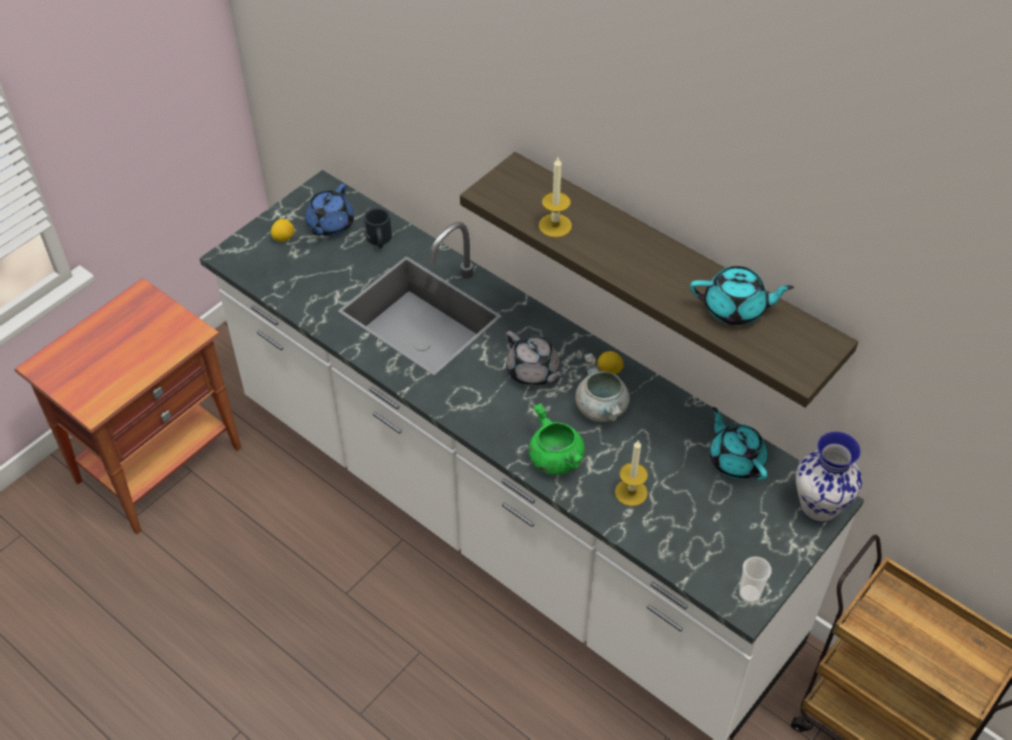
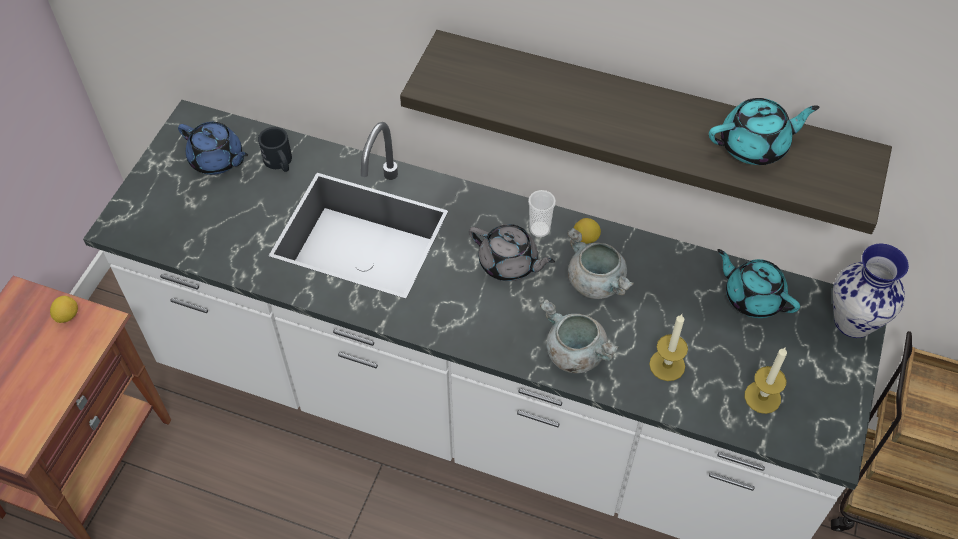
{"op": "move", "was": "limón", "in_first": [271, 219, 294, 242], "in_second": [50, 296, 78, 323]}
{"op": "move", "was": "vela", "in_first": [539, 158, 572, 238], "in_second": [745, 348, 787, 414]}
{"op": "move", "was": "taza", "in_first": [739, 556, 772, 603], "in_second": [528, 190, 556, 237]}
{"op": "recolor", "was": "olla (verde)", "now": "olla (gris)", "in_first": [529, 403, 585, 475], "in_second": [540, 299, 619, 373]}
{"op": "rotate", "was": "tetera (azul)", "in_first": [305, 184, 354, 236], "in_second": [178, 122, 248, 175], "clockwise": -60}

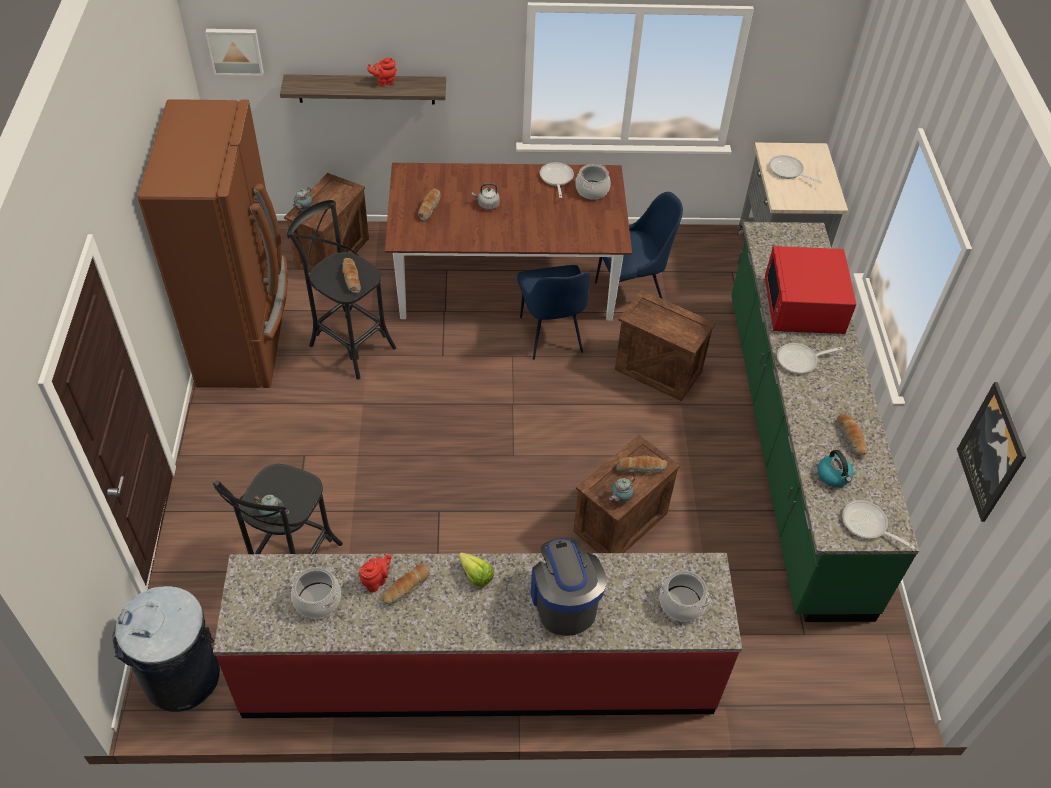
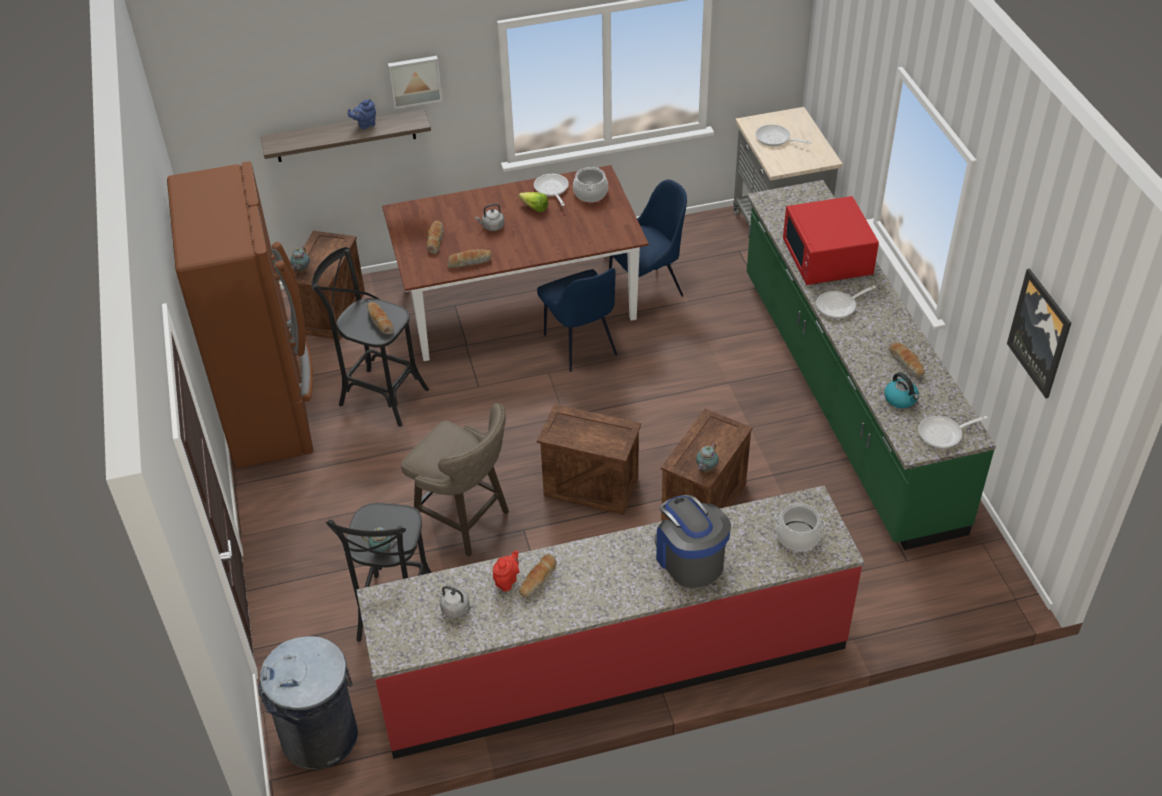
{"op": "insert", "now": "taburete (beis)", "in_second": [401, 403, 509, 557]}
{"op": "move", "was": "cuadro", "in_first": [205, 29, 264, 75], "in_second": [388, 56, 442, 109]}
{"op": "move", "was": "lechuga", "in_first": [458, 552, 494, 587], "in_second": [519, 192, 548, 212]}
{"op": "move", "was": "caja de embalaje", "in_first": [615, 290, 716, 401], "in_second": [537, 404, 641, 515]}
{"op": "move", "was": "pan", "in_first": [616, 456, 667, 473], "in_second": [447, 249, 492, 268]}
{"op": "replace", "was": "olla", "now": "hervidor (gris)", "in_first": [291, 567, 341, 619], "in_second": [440, 586, 474, 618]}
{"op": "recolor", "was": "tetera (rojo)", "now": "tetera (azul)", "in_first": [367, 58, 397, 87], "in_second": [348, 99, 376, 129]}
{"op": "rotate", "was": "sartén", "in_first": [842, 500, 915, 549], "in_second": [918, 416, 988, 448], "clockwise": -45}

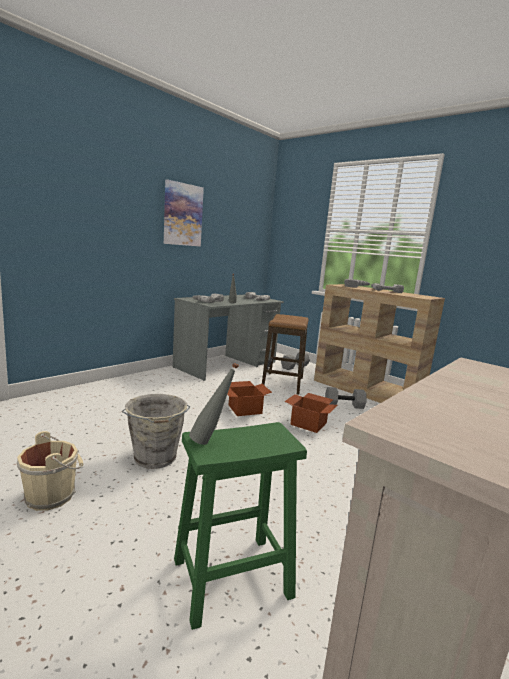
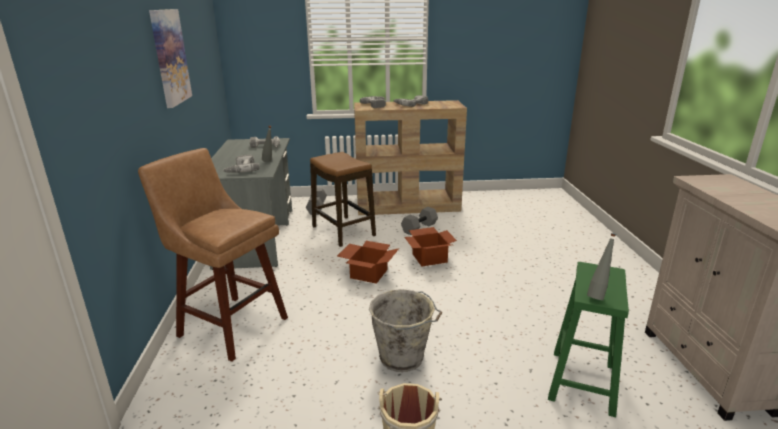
{"op": "insert", "now": "taburete (marrón)", "in_second": [138, 148, 288, 362]}

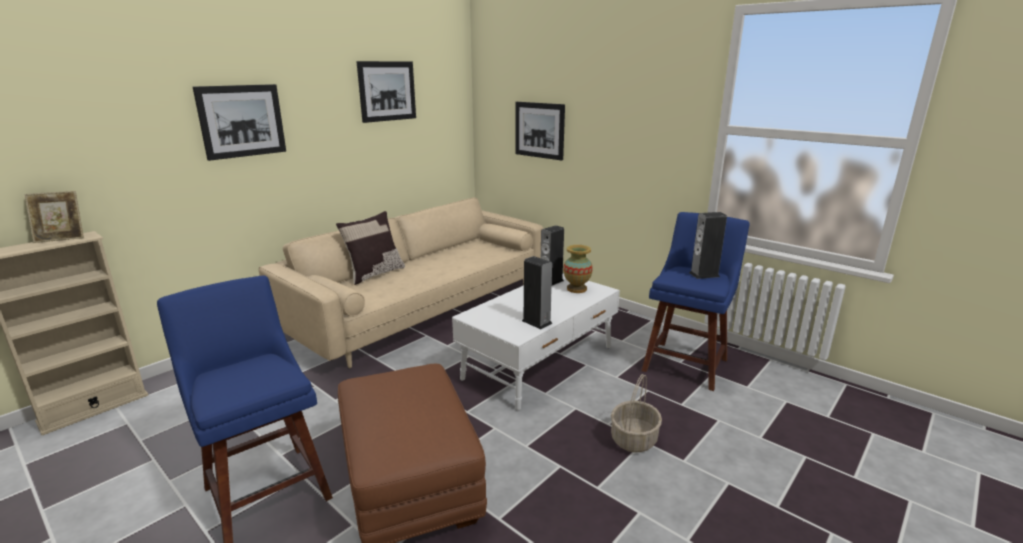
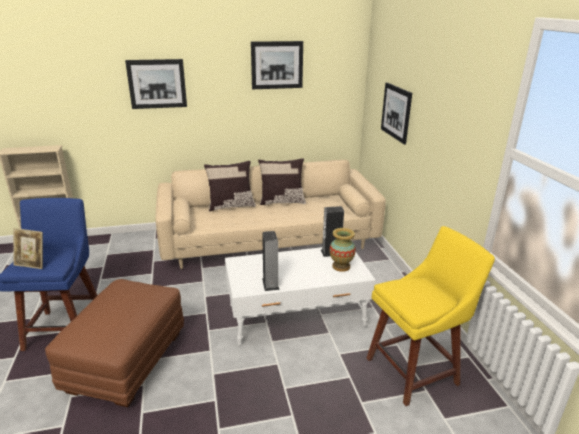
{"op": "delete", "was": "cesta", "in_first": [611, 374, 662, 452]}
{"op": "delete", "was": "altavoz", "in_first": [689, 212, 727, 279]}
{"op": "insert", "now": "cojín", "in_second": [258, 158, 306, 205]}
{"op": "move", "was": "portarretratos", "in_first": [24, 191, 84, 243], "in_second": [13, 228, 43, 269]}
{"op": "recolor", "was": "taburete (azul)", "now": "taburete (amarillo)", "in_first": [642, 212, 749, 391], "in_second": [367, 226, 495, 406]}

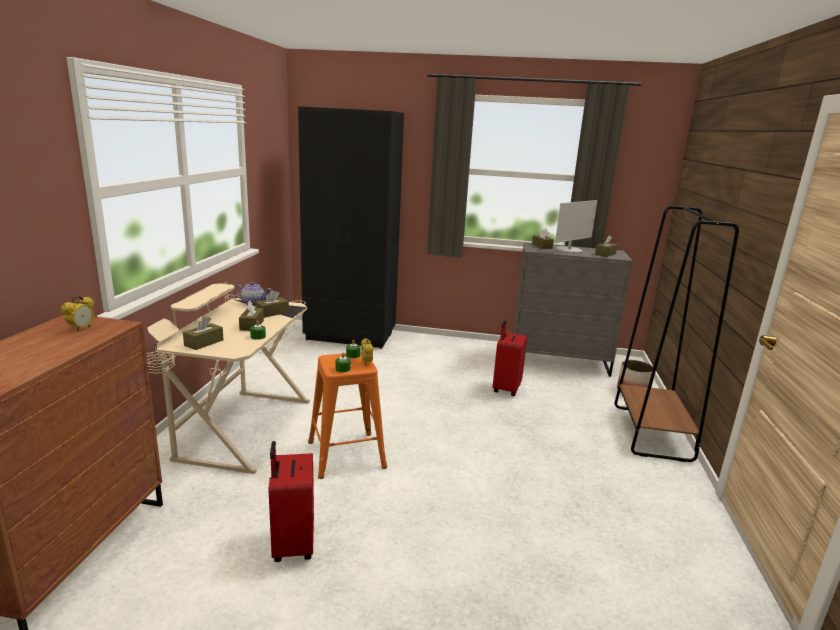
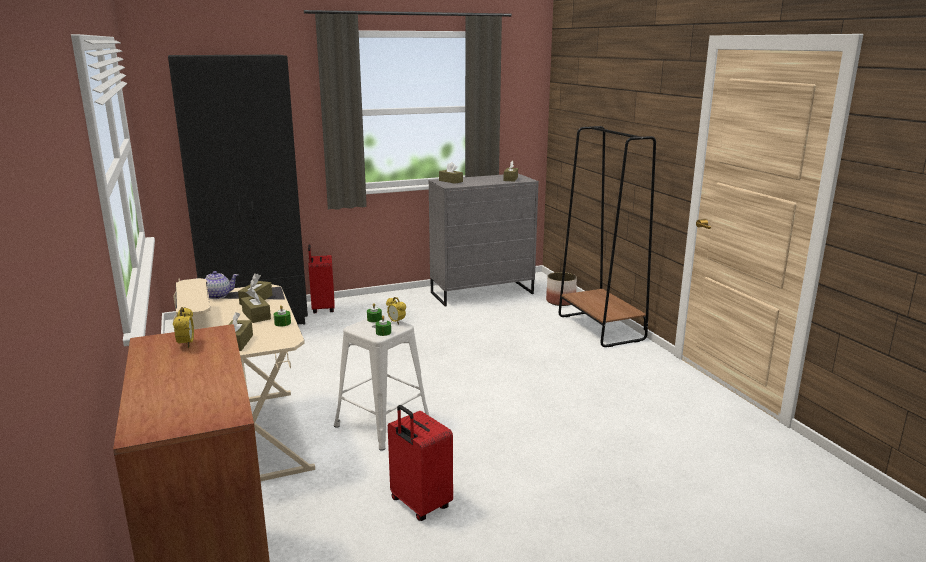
{"op": "delete", "was": "monitor", "in_first": [555, 200, 597, 253]}
{"op": "move", "was": "maleta (rojo)", "in_first": [493, 320, 527, 396], "in_second": [308, 244, 335, 313]}
{"op": "recolor", "was": "taburete (naranja)", "now": "taburete (blanco)", "in_first": [308, 352, 387, 479], "in_second": [334, 315, 430, 450]}

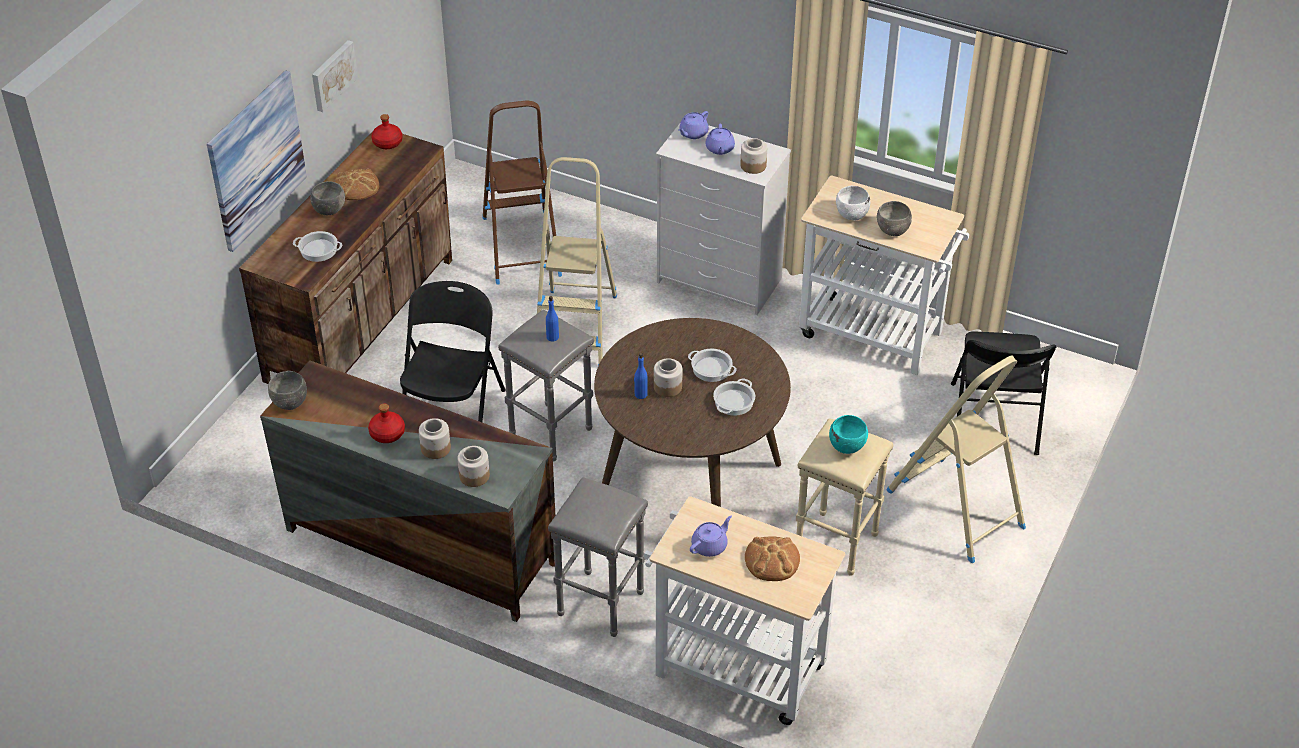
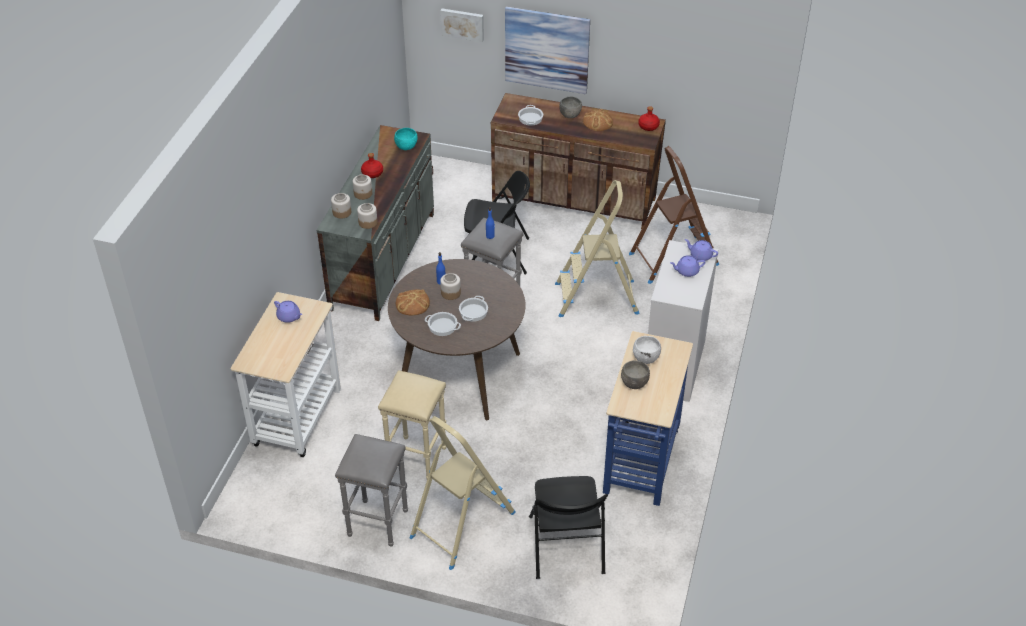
{"op": "delete", "was": "cuenco (gris)", "in_first": [268, 371, 307, 410]}
{"op": "move", "was": "cuadro", "in_first": [312, 40, 358, 112], "in_second": [440, 9, 484, 42]}
{"op": "move", "was": "taburete (gris)", "in_first": [548, 477, 648, 637], "in_second": [335, 434, 408, 547]}
{"op": "move", "was": "tarro", "in_first": [740, 138, 767, 174], "in_second": [357, 203, 378, 229]}
{"op": "move", "was": "pan", "in_first": [745, 536, 800, 581], "in_second": [396, 289, 430, 315]}
{"op": "move", "was": "cuenco (turquesa)", "in_first": [829, 415, 868, 454], "in_second": [394, 128, 418, 150]}
{"op": "recolor", "was": "carrito (blanco)", "now": "carrito (azul)", "in_first": [799, 176, 969, 375], "in_second": [603, 331, 693, 506]}
{"op": "rotate", "was": "silla (negro)", "in_first": [951, 332, 1057, 455], "in_second": [529, 476, 608, 579], "clockwise": -90}

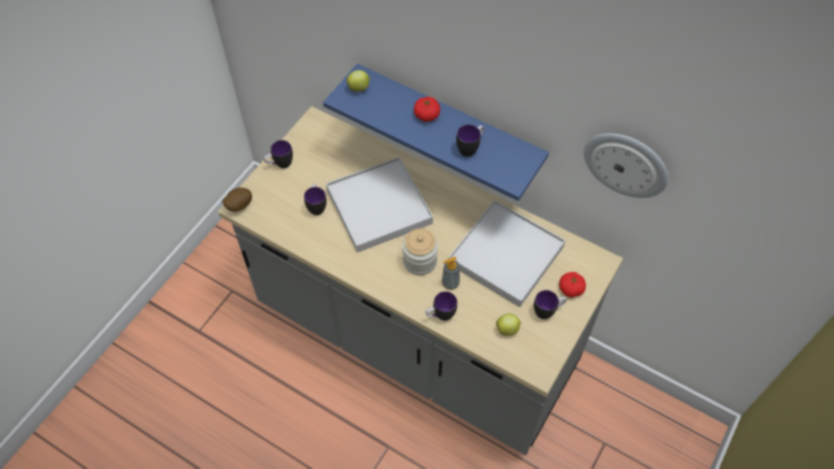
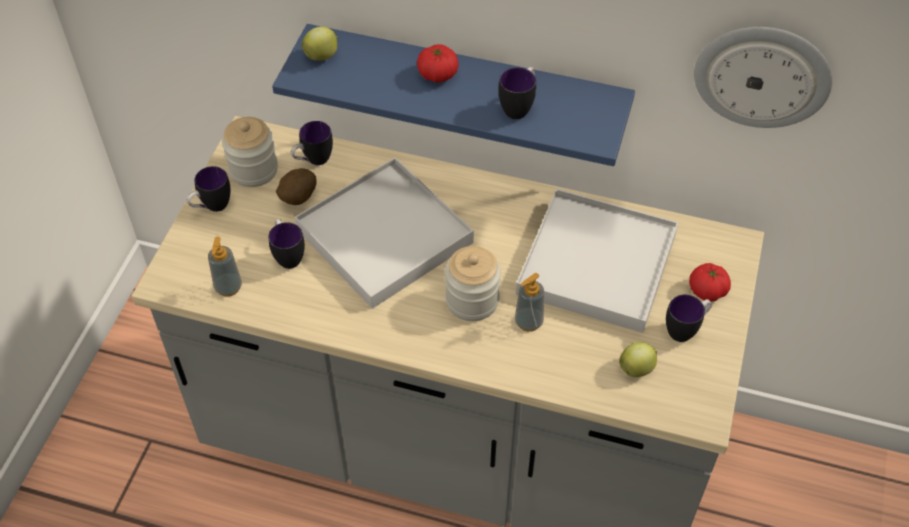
{"op": "insert", "now": "dispensador de jabón", "in_second": [208, 236, 242, 297]}
{"op": "insert", "now": "tarro", "in_second": [222, 117, 278, 187]}
{"op": "move", "was": "patata", "in_first": [222, 187, 252, 212], "in_second": [276, 168, 317, 205]}
{"op": "move", "was": "taza grande", "in_first": [425, 291, 457, 321], "in_second": [291, 121, 333, 165]}

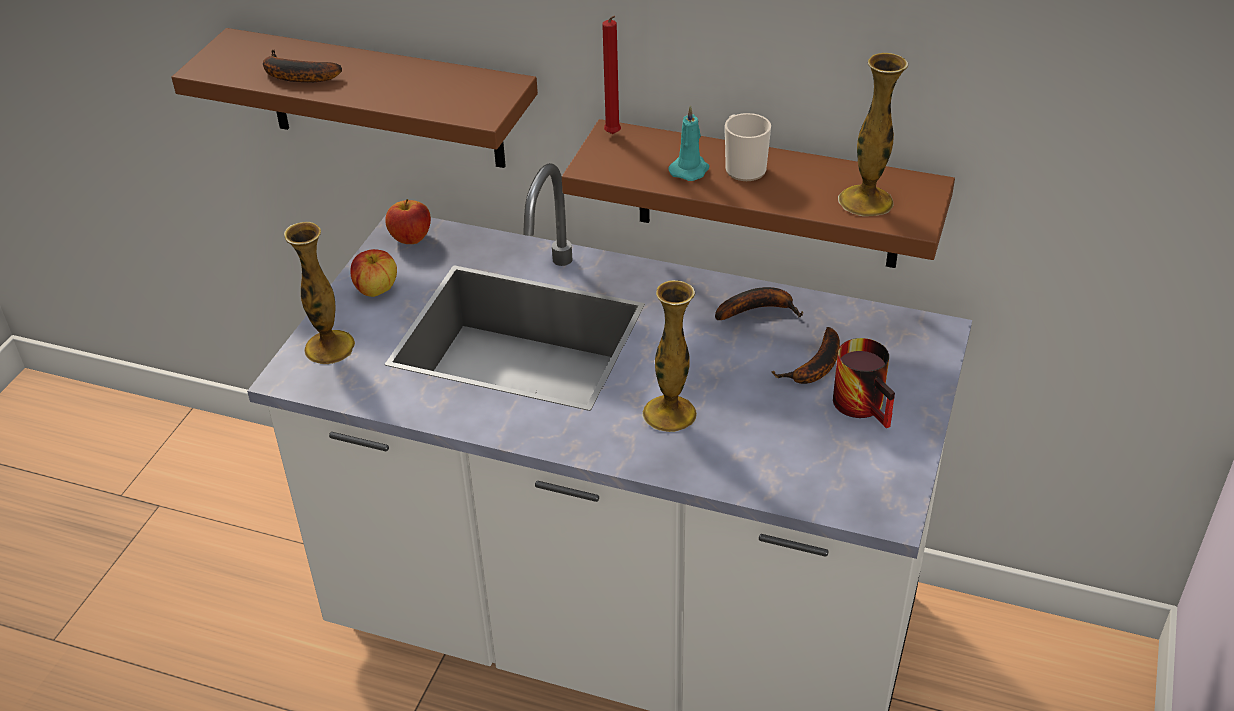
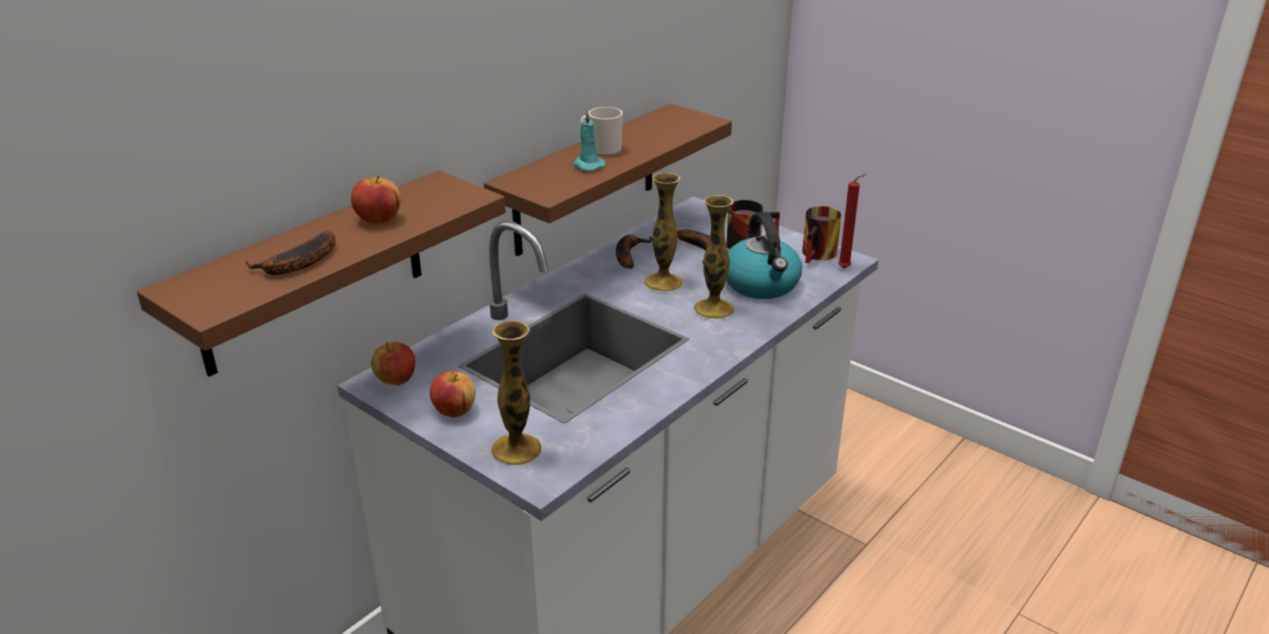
{"op": "insert", "now": "manzana", "in_second": [351, 175, 401, 225]}
{"op": "insert", "now": "hervidor", "in_second": [726, 212, 802, 299]}
{"op": "insert", "now": "taza grande", "in_second": [802, 206, 841, 263]}
{"op": "move", "was": "vela (rojo)", "in_first": [602, 16, 621, 134], "in_second": [838, 174, 866, 268]}
{"op": "move", "was": "florero", "in_first": [838, 53, 908, 216], "in_second": [644, 173, 683, 292]}

